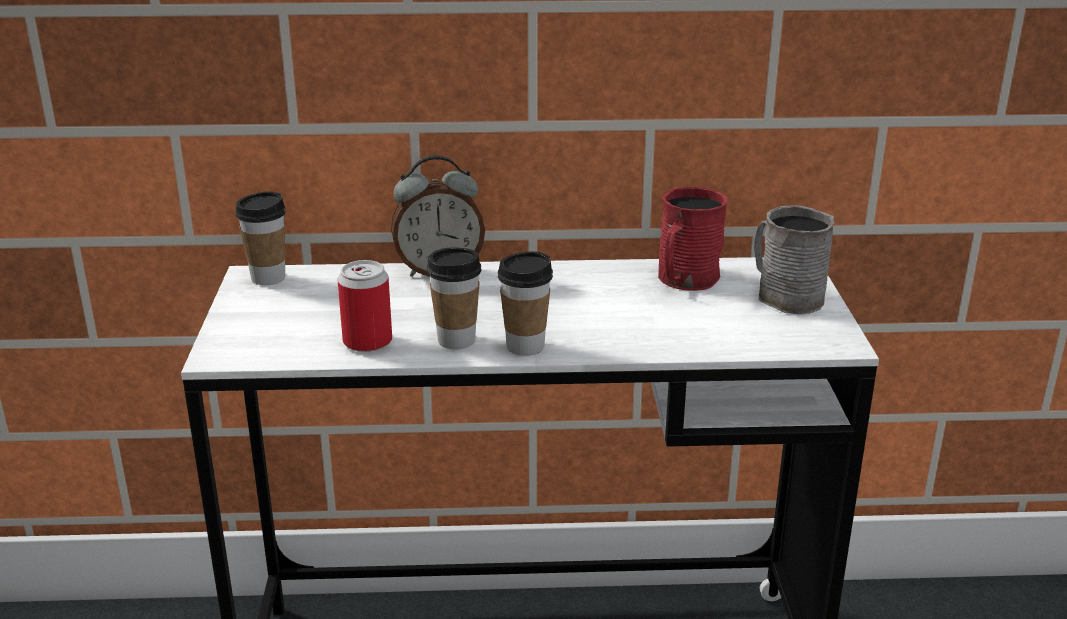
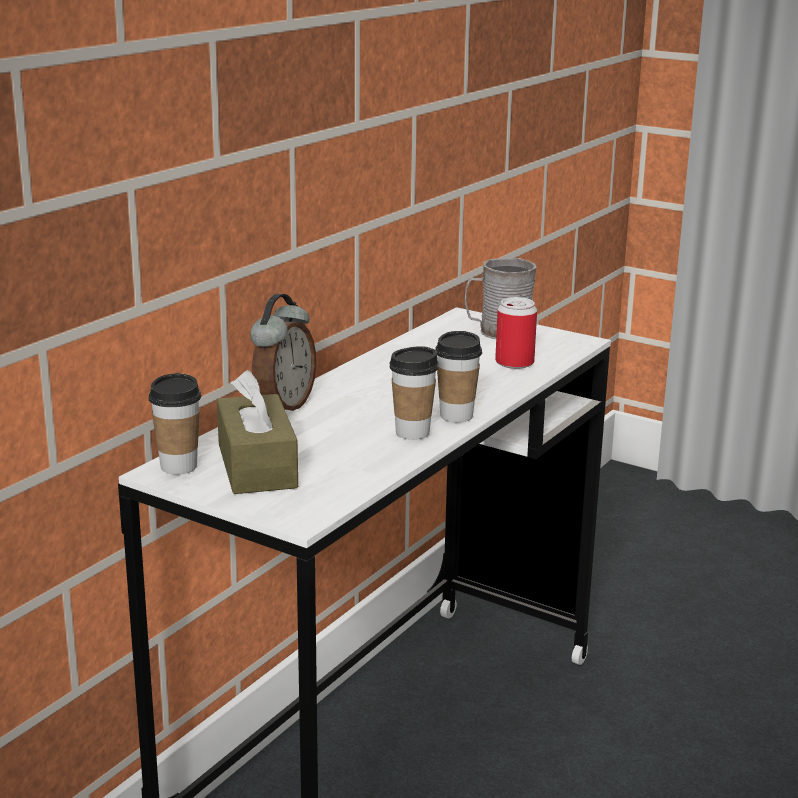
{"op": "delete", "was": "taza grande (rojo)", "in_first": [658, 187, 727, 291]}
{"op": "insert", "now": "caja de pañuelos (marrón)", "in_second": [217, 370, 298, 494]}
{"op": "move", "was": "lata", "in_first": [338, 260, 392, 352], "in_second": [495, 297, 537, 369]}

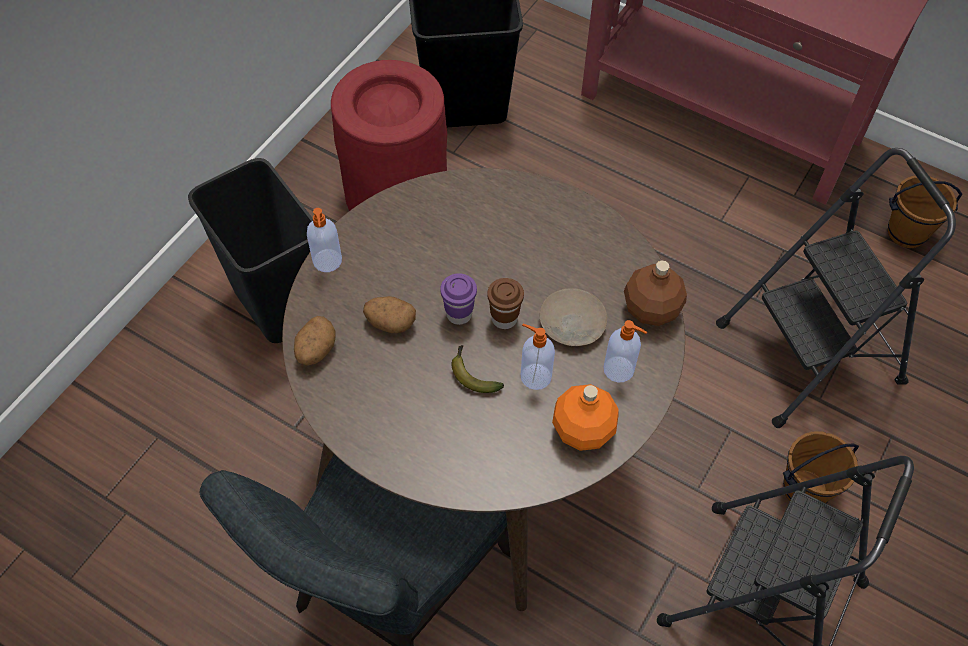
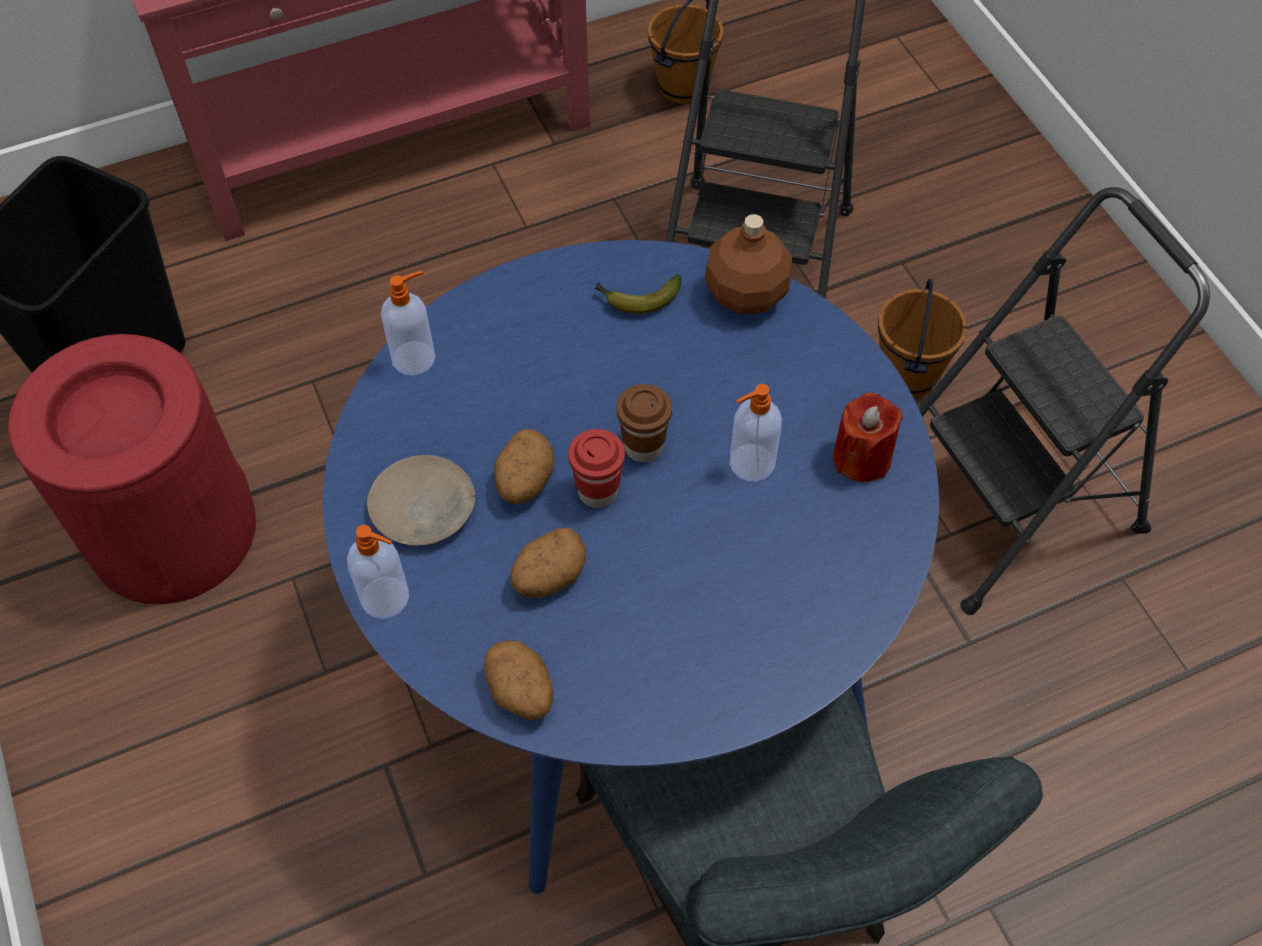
{"op": "delete", "was": "papelera (negro)", "in_first": [188, 158, 313, 343]}
{"op": "insert", "now": "patata", "in_second": [494, 429, 554, 504]}
{"op": "move", "was": "plátano", "in_first": [452, 345, 504, 393], "in_second": [595, 274, 681, 314]}
{"op": "move", "was": "plato (beis)", "in_first": [540, 288, 607, 346], "in_second": [367, 455, 475, 545]}
{"op": "move", "was": "dispensador de jabón", "in_first": [603, 320, 647, 382], "in_second": [381, 271, 435, 376]}
{"op": "replace", "was": "botella (naranja)", "now": "vela (rojo)", "in_first": [552, 384, 619, 451], "in_second": [833, 392, 903, 482]}
{"op": "recolor", "was": "mesa de comedor (marrón)", "now": "mesa de comedor (azul)", "in_first": [282, 168, 685, 611], "in_second": [323, 240, 939, 894]}
{"op": "recolor", "was": "taza (morado)", "now": "taza (rojo)", "in_first": [440, 273, 477, 325], "in_second": [568, 429, 625, 508]}

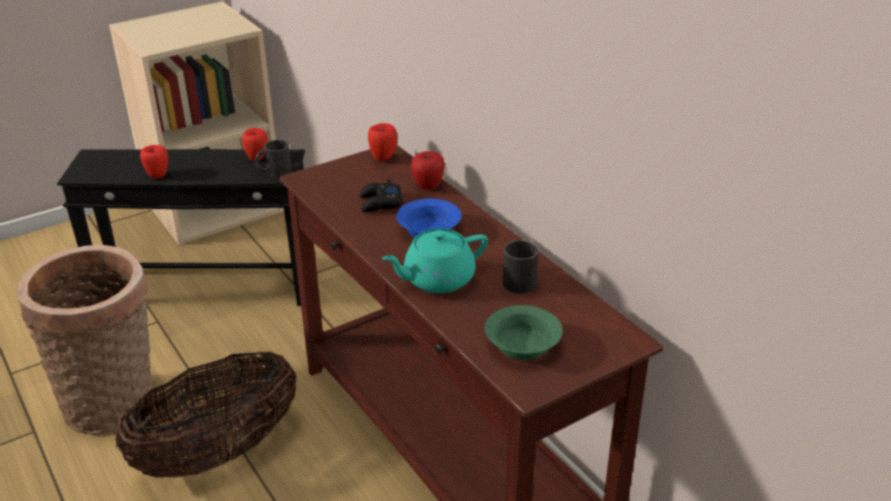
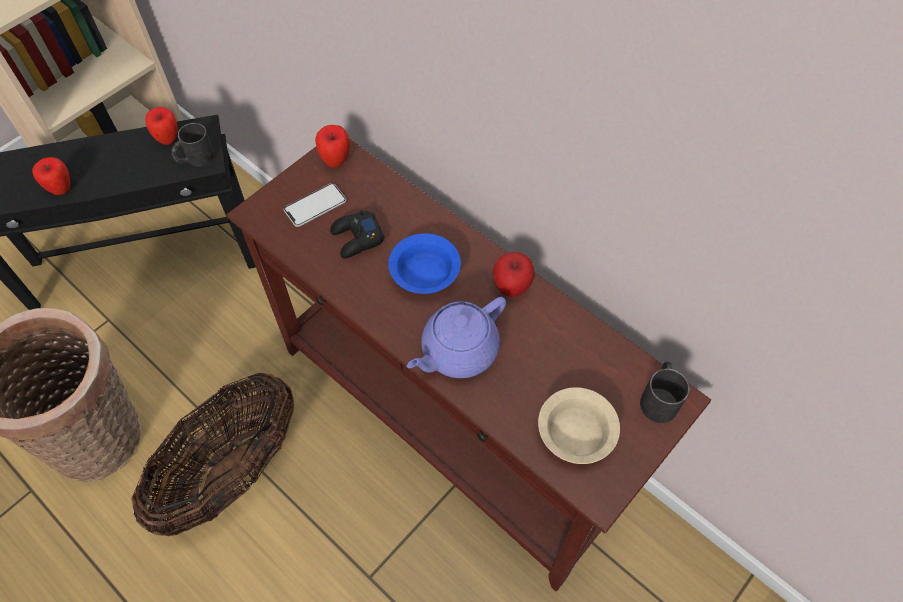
{"op": "insert", "now": "móvil", "in_second": [284, 183, 347, 227]}
{"op": "move", "was": "manzana", "in_first": [410, 151, 445, 190], "in_second": [493, 252, 535, 297]}
{"op": "move", "was": "taza grande (negro)", "in_first": [503, 240, 538, 294], "in_second": [640, 361, 690, 423]}
{"op": "recolor", "was": "tetera (turquesa)", "now": "tetera (morado)", "in_first": [382, 228, 488, 293], "in_second": [407, 297, 506, 378]}
{"op": "recolor", "was": "cuenco (verde)", "now": "cuenco (beis)", "in_first": [485, 305, 563, 360], "in_second": [538, 387, 620, 464]}

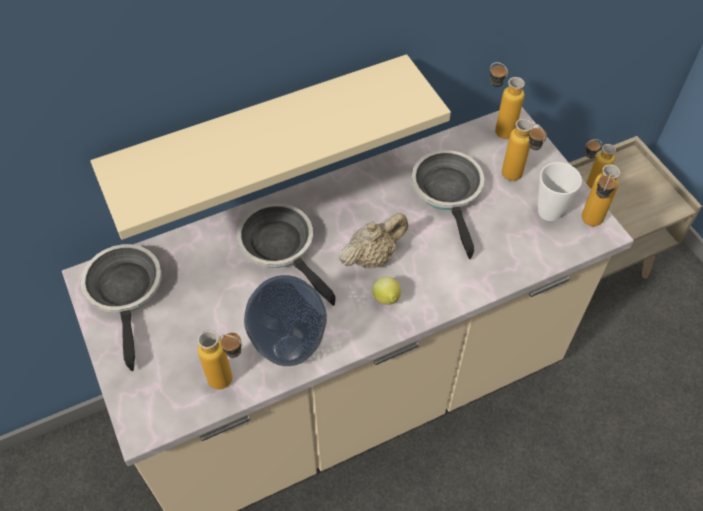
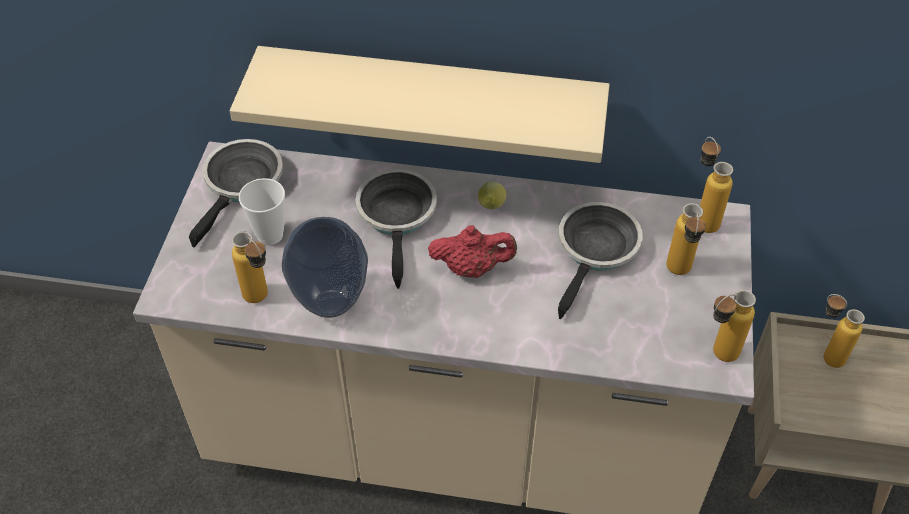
{"op": "move", "was": "limón", "in_first": [373, 276, 401, 305], "in_second": [478, 182, 506, 210]}
{"op": "move", "was": "taza", "in_first": [538, 162, 582, 221], "in_second": [239, 178, 285, 245]}
{"op": "recolor", "was": "tetera (beis)", "now": "tetera (rojo)", "in_first": [339, 213, 408, 268], "in_second": [428, 225, 517, 278]}

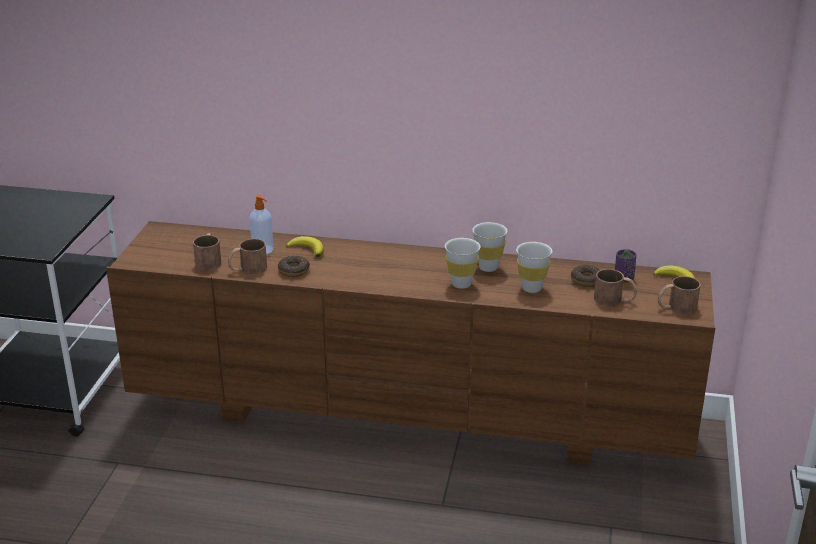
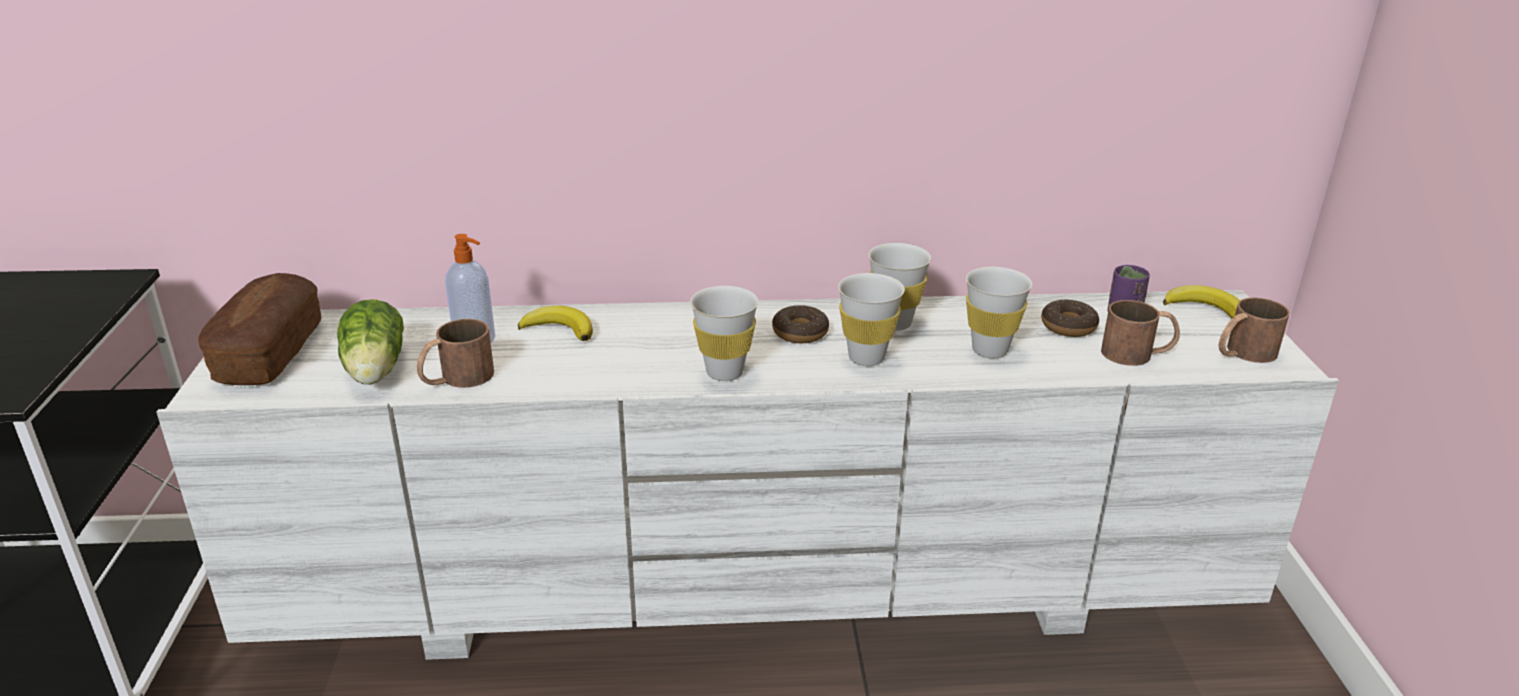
{"op": "insert", "now": "pan", "in_second": [198, 273, 322, 385]}
{"op": "insert", "now": "taza (blanco)", "in_second": [690, 286, 758, 381]}
{"op": "move", "was": "rosquilla", "in_first": [278, 256, 310, 277], "in_second": [772, 305, 829, 343]}
{"op": "replace", "was": "taza grande (marrón)", "now": "lechuga", "in_first": [193, 233, 221, 270], "in_second": [337, 299, 404, 384]}
{"op": "recolor", "was": "armario (marrón)", "now": "armario (blanco)", "in_first": [106, 221, 715, 465], "in_second": [156, 290, 1339, 660]}

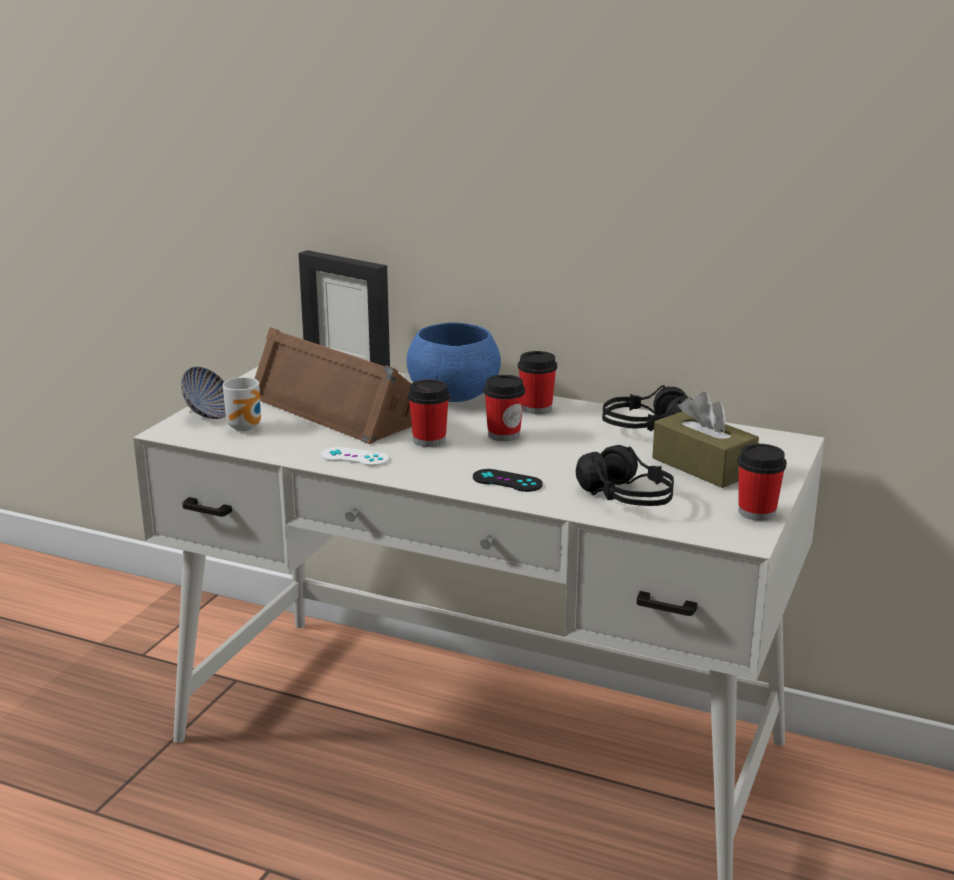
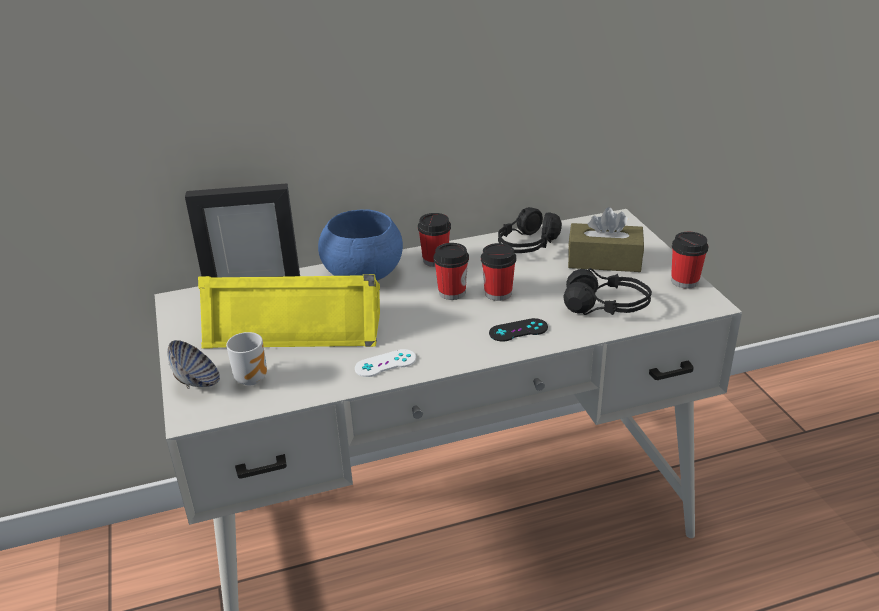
{"op": "move", "was": "taza", "in_first": [408, 380, 450, 447], "in_second": [481, 243, 516, 301]}
{"op": "recolor", "was": "altavoz (marrón)", "now": "altavoz (amarillo)", "in_first": [254, 327, 412, 444], "in_second": [198, 274, 380, 348]}

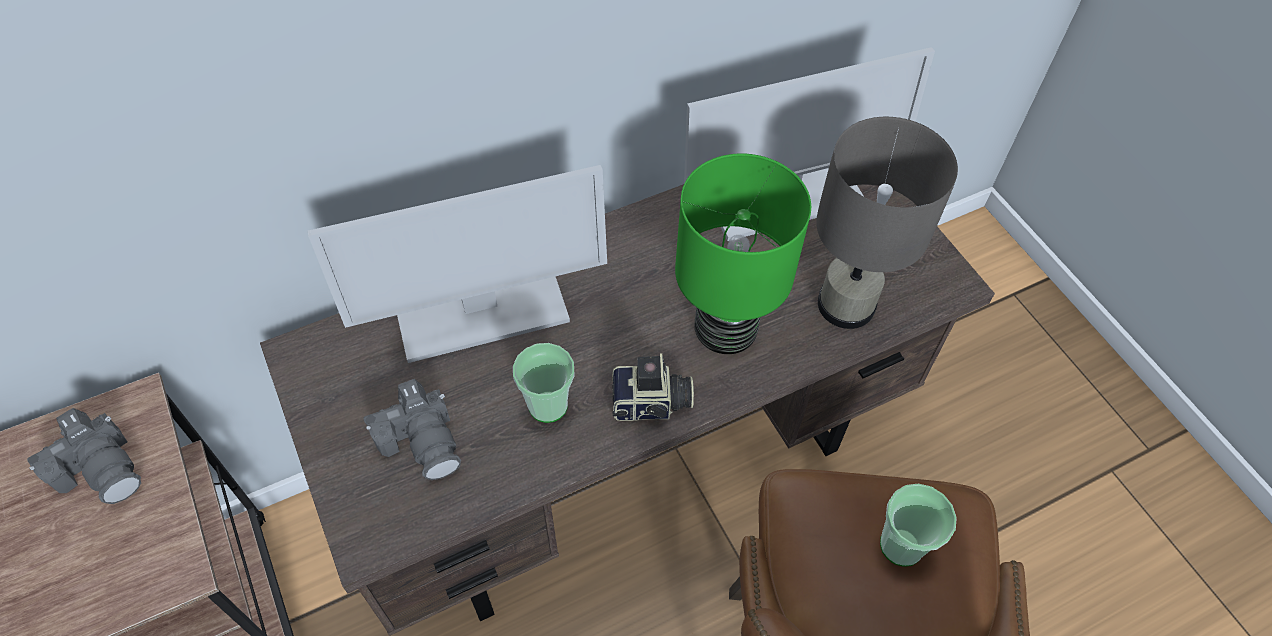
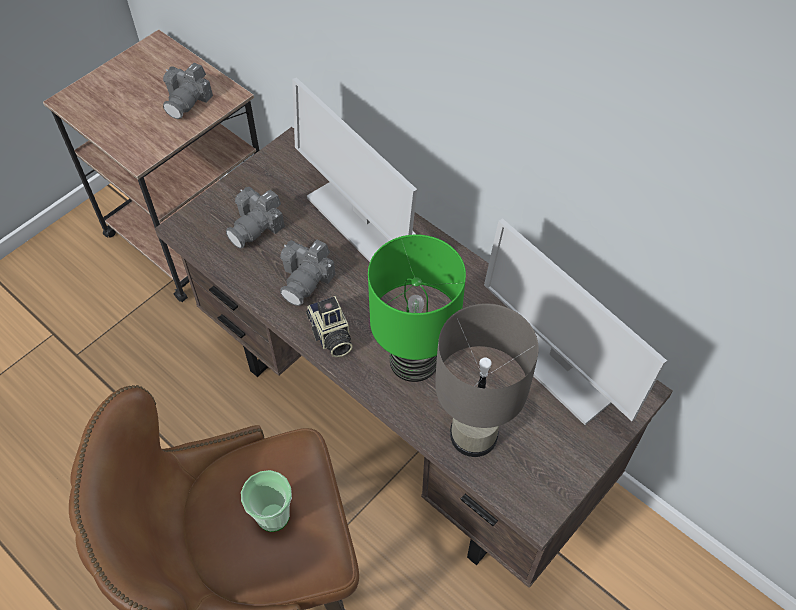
{"op": "replace", "was": "taza", "now": "cámara", "in_first": [513, 343, 574, 423], "in_second": [280, 240, 335, 306]}

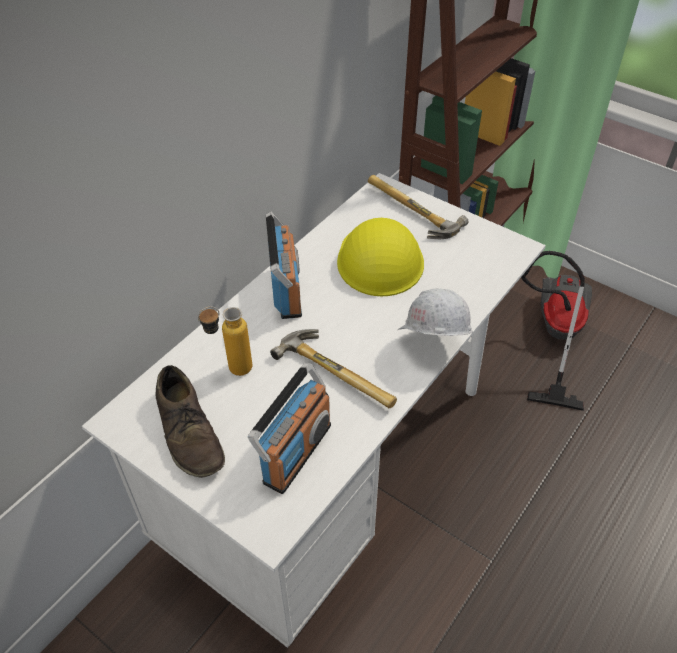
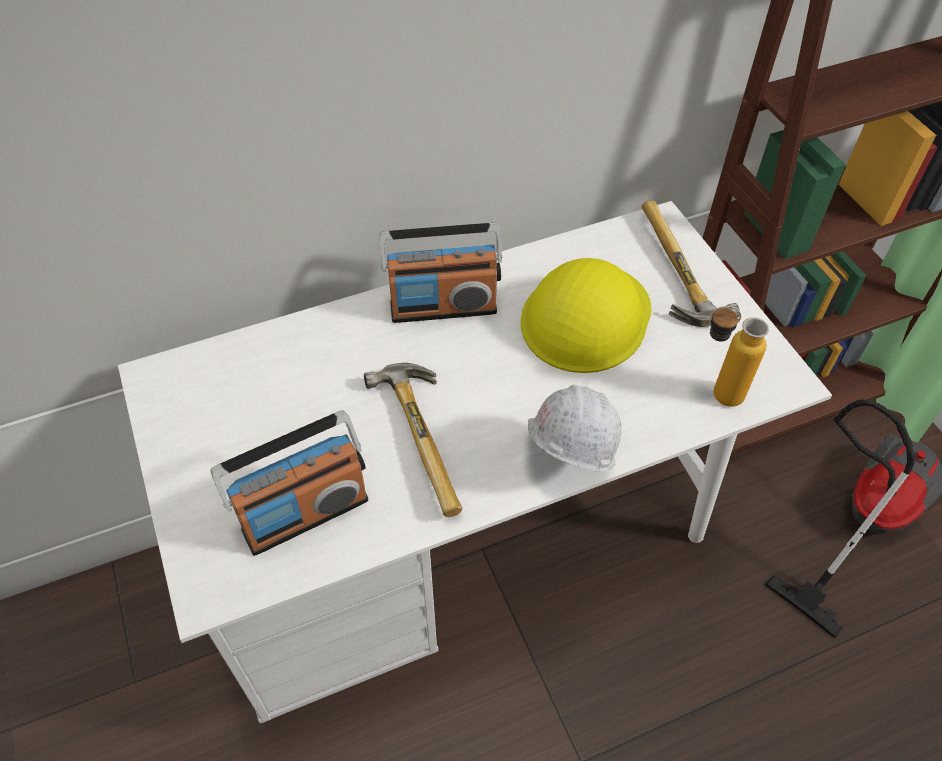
{"op": "delete", "was": "zapato (marrón)", "in_first": [156, 365, 225, 478]}
{"op": "move", "was": "botella", "in_first": [197, 307, 252, 376], "in_second": [710, 306, 769, 407]}
{"op": "rotate", "was": "radio", "in_first": [266, 212, 302, 319], "in_second": [380, 223, 502, 323], "clockwise": 60}

